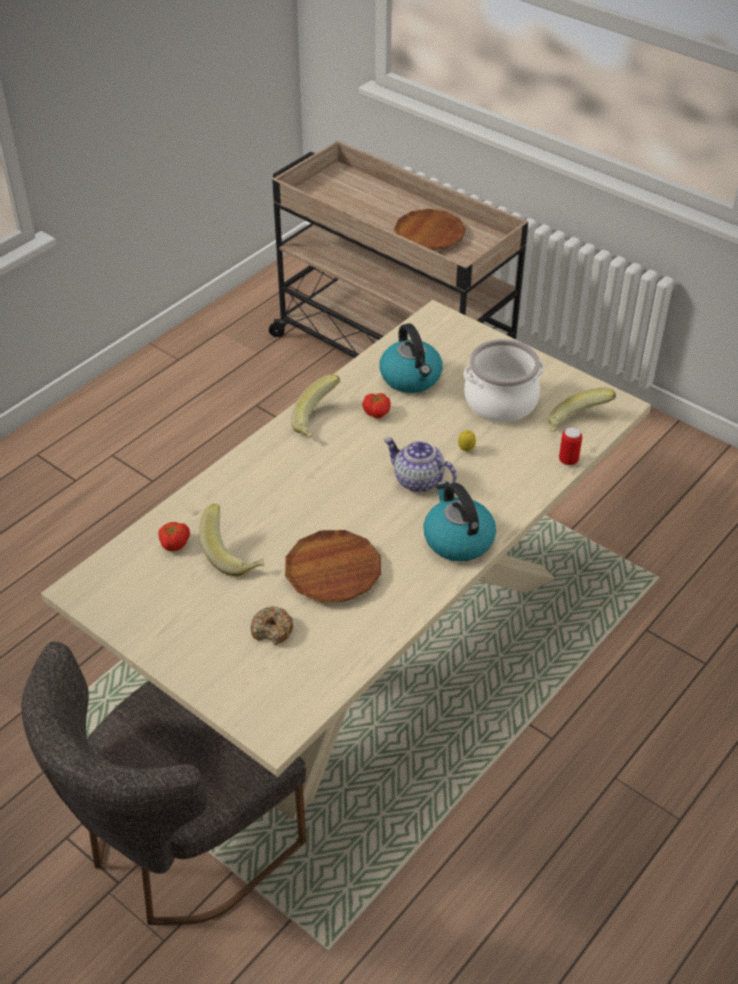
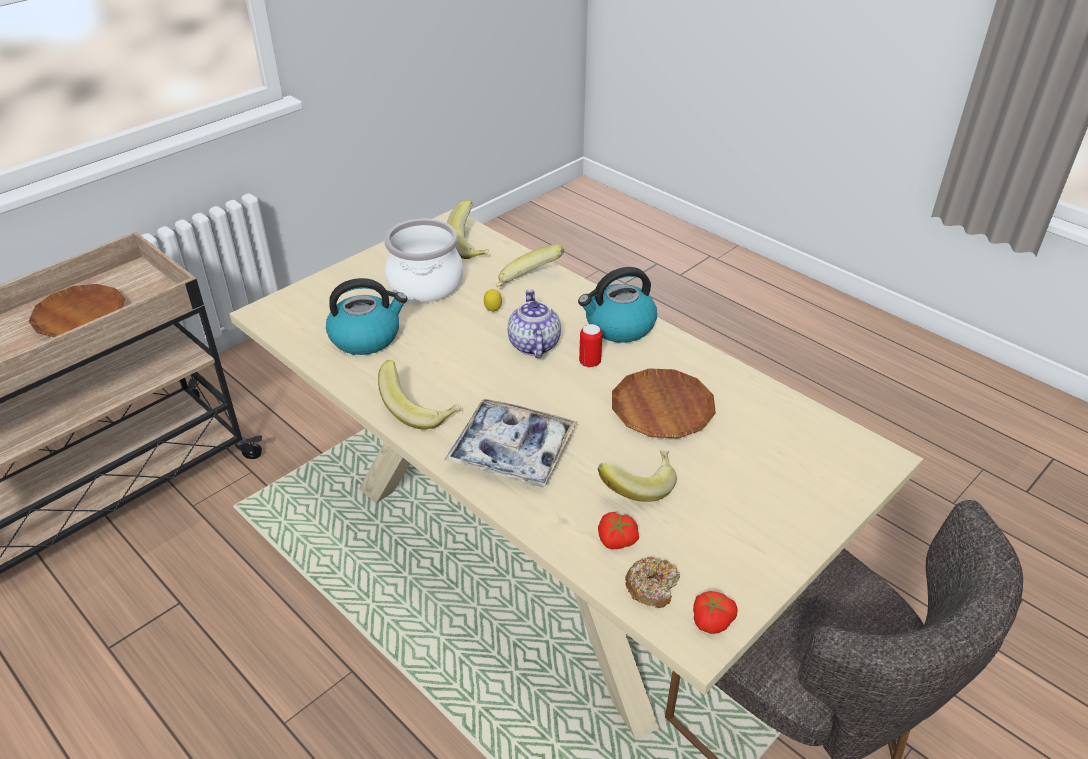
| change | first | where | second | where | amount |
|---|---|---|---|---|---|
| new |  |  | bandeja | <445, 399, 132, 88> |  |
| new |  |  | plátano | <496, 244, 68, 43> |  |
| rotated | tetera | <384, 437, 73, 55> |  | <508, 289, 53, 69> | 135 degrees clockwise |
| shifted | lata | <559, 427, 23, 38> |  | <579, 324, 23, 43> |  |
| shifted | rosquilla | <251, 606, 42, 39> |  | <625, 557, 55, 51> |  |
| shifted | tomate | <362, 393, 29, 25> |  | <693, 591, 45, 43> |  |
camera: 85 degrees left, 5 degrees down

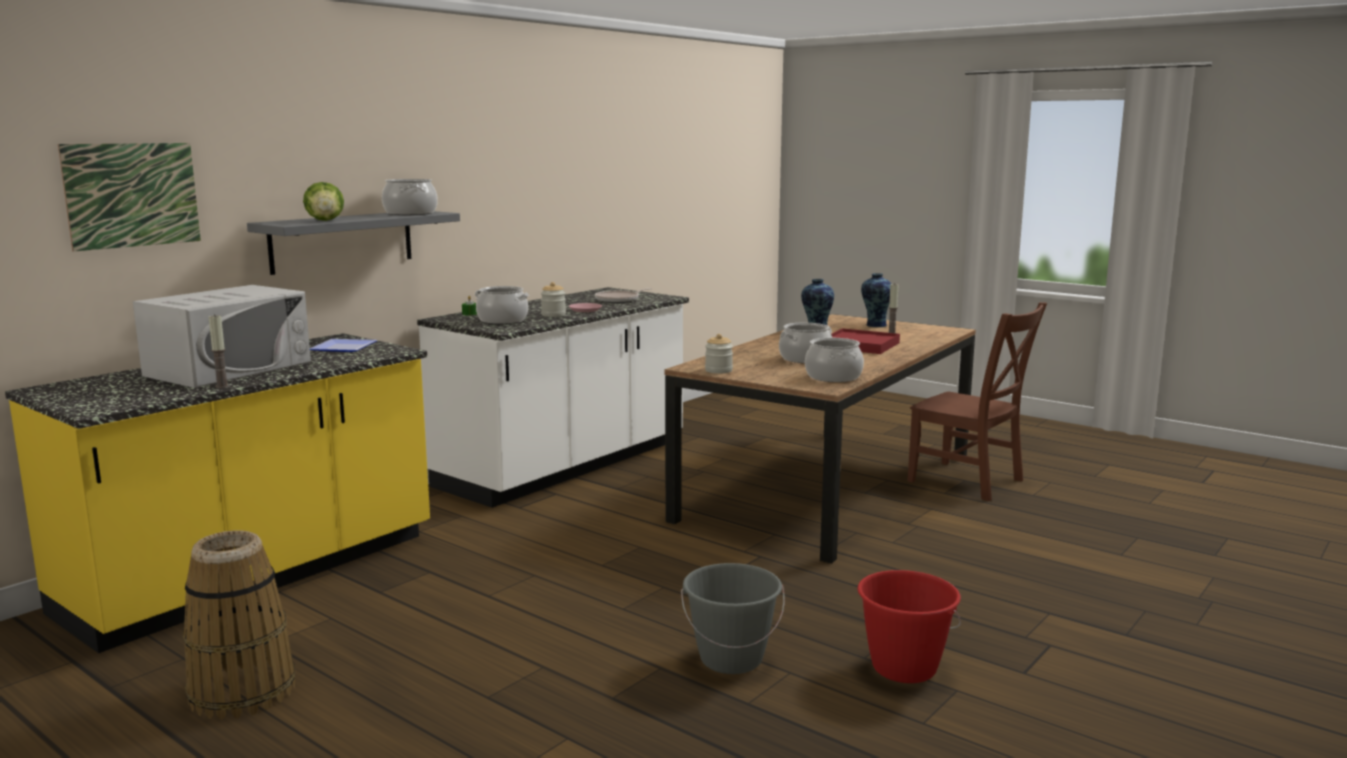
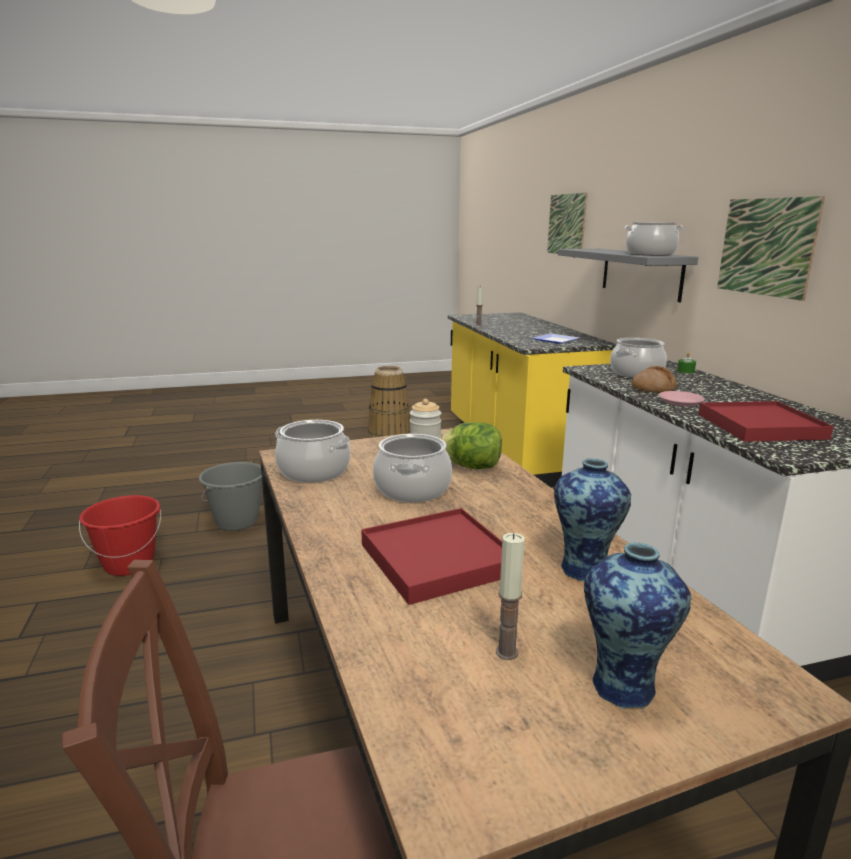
| change | first | where | second | where | amount |
|---|---|---|---|---|---|
| shifted | lechuga | <303, 182, 41, 39> |  | <440, 422, 62, 47> |  |
| swapped | tarro | <541, 282, 25, 35> | pan | <632, 366, 45, 27> |  |
| swapped | sartén | <595, 288, 57, 15> | bandeja (rojo) | <698, 401, 136, 41> |  |
| new |  |  | cuadro | <717, 196, 108, 105> |  |
| gone | microondas (blanco) | <133, 285, 178, 103> |  |  |  |
camera: 125 degrees right, 5 degrees up

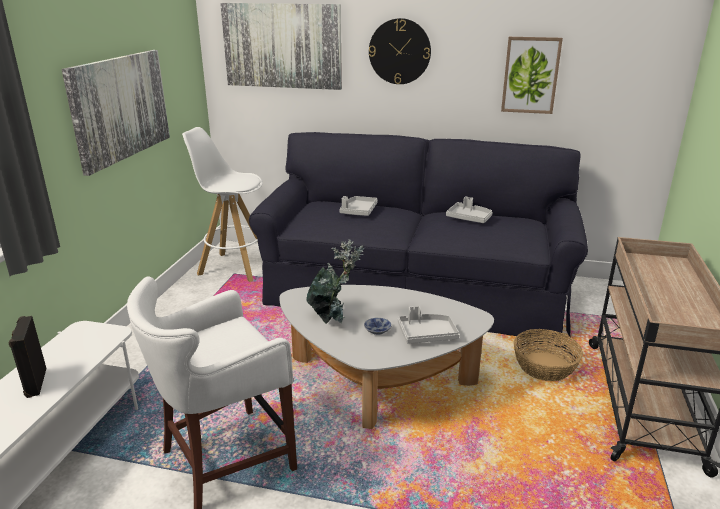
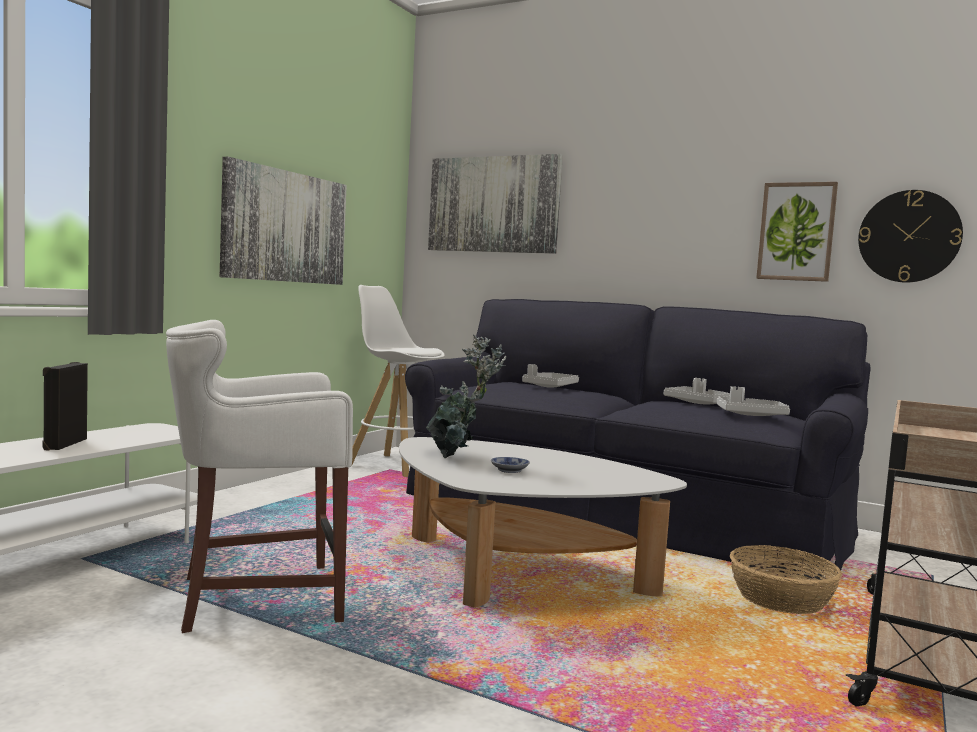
| change | first | where | second | where | amount |
|---|---|---|---|---|---|
| shifted | bandeja (gris) | <398, 306, 62, 37> |  | <717, 386, 73, 30> |  |
| shifted | reloj de pared | <369, 18, 62, 66> |  | <858, 190, 105, 92> |  |
camera: 15 degrees right, 20 degrees down

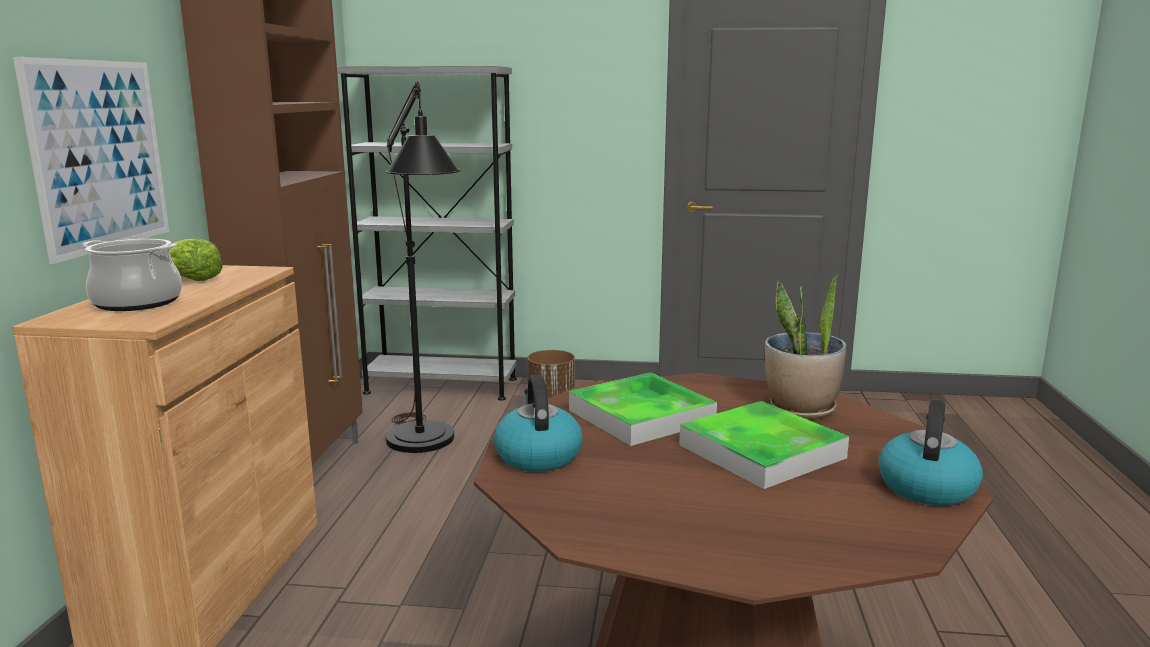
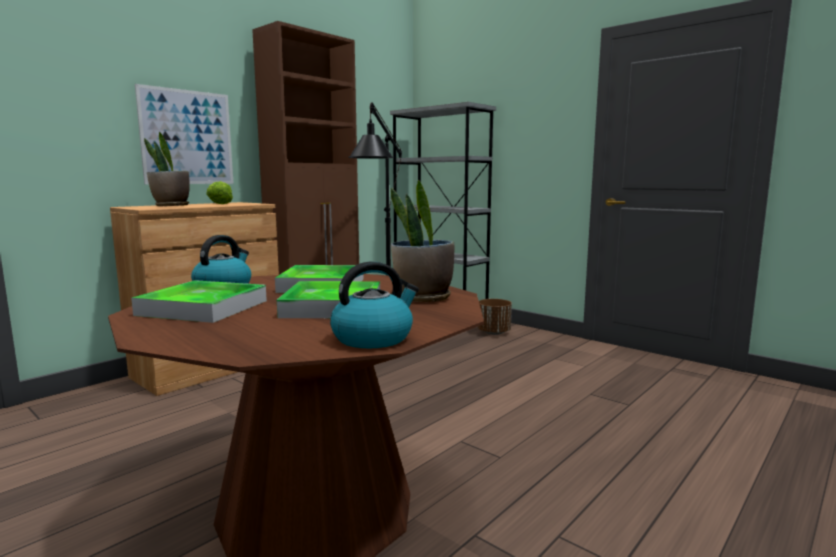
| change | first | where | second | where | amount |
|---|---|---|---|---|---|
| new |  |  | bandeja | <131, 280, 136, 43> |  |
| swapped | olla | <81, 239, 101, 72> | planta en maceta | <144, 132, 46, 74> |  |
camera: 35 degrees right, 5 degrees down

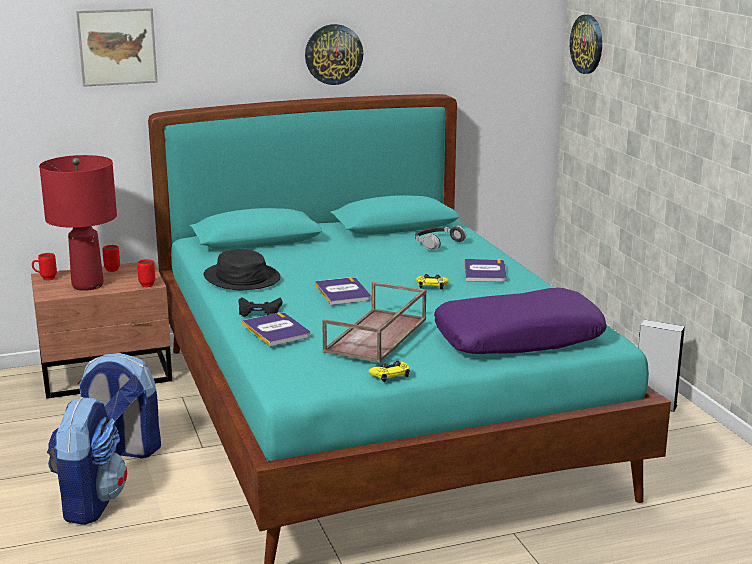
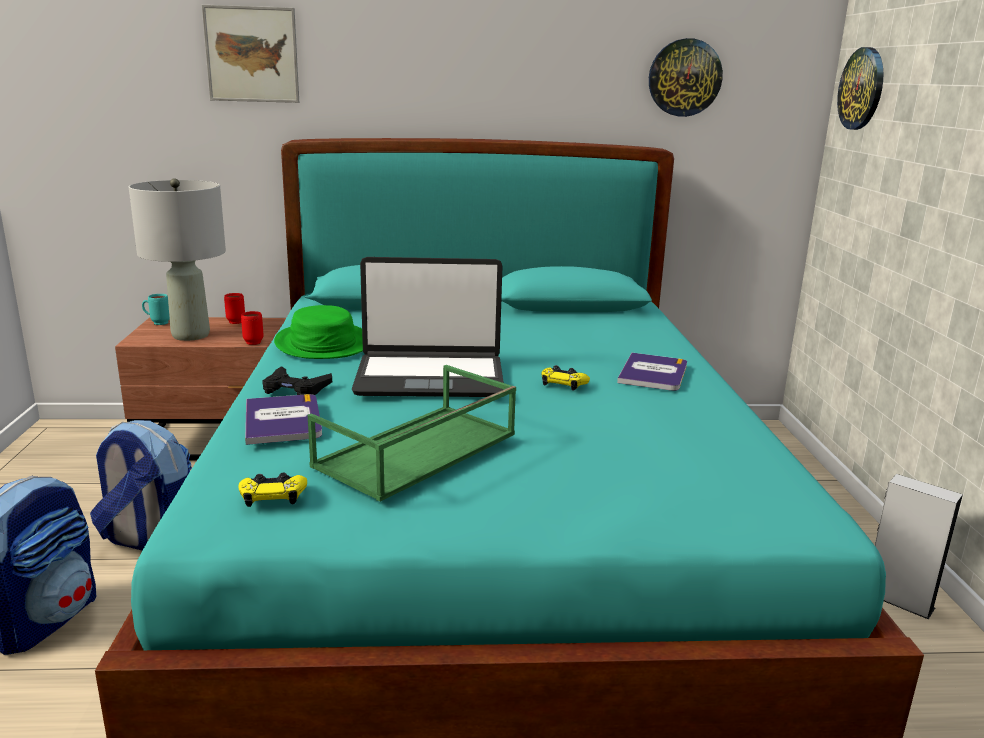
| change | first | where | second | where | amount |
|---|---|---|---|---|---|
| repainted | lámpara de mesa (rojo) | <39, 155, 78, 136> | lámpara de mesa (gris) | <129, 178, 97, 163> |  |
| repainted | taza grande (rojo) | <32, 253, 25, 27> | taza grande (turquesa) | <142, 294, 28, 31> |  |
| shifted | mando de consola (amarillo) | <369, 360, 41, 22> |  | <238, 473, 69, 34> |  |
| repainted | sombrero (negro) | <204, 249, 77, 41> | sombrero (verde) | <274, 305, 89, 54> |  |
| repainted | bandeja (marrón) | <322, 282, 105, 81> | bandeja (verde) | <308, 365, 208, 137> |  |
| swapped | libro | <315, 277, 56, 28> | portátil | <352, 257, 152, 140> |  |
| shifted | reloj de pared | <305, 24, 58, 61> |  | <649, 38, 74, 79> |  |
| gone | auriculares | <415, 226, 51, 24> |  |  |  |
| gone | cojín (morado) | <434, 288, 173, 66> |  |  |  |
camera: 15 degrees right, 0 degrees up

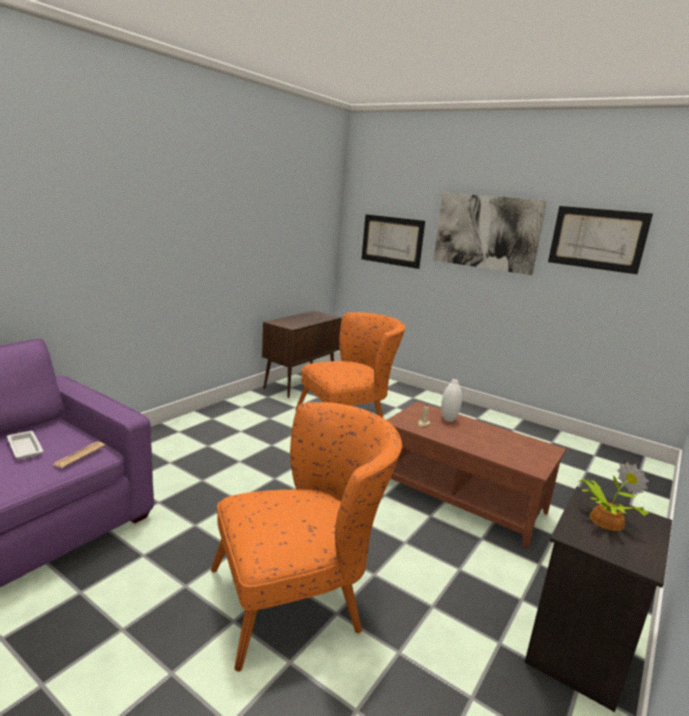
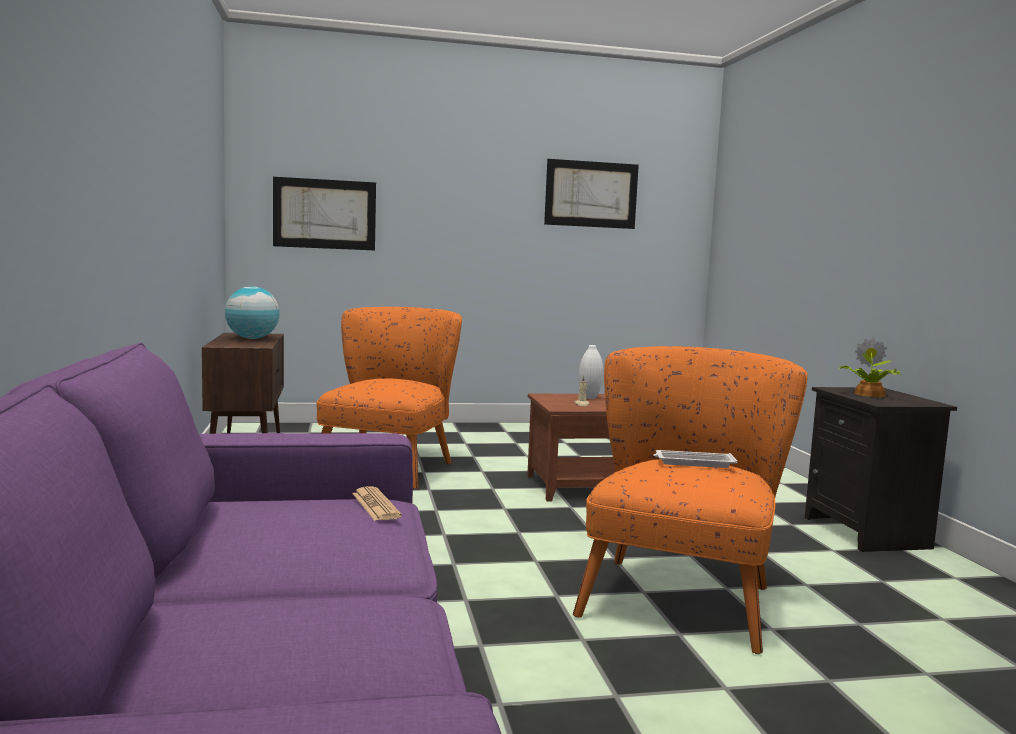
| change | first | where | second | where | amount |
|---|---|---|---|---|---|
| new |  |  | globo terráqueo | <225, 286, 55, 53> |  |
| shifted | bandeja (blanco) | <7, 431, 36, 28> |  | <653, 450, 85, 18> |  |
| gone | cuadro | <433, 192, 114, 83> |  |  |  |
camera: 45 degrees left, 10 degrees down

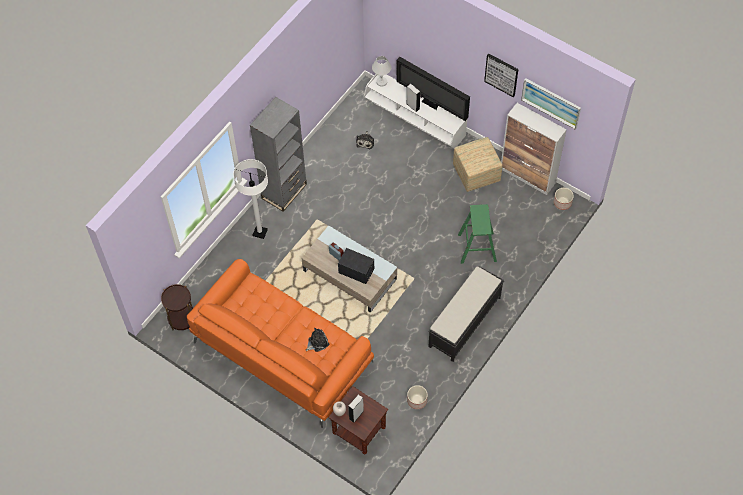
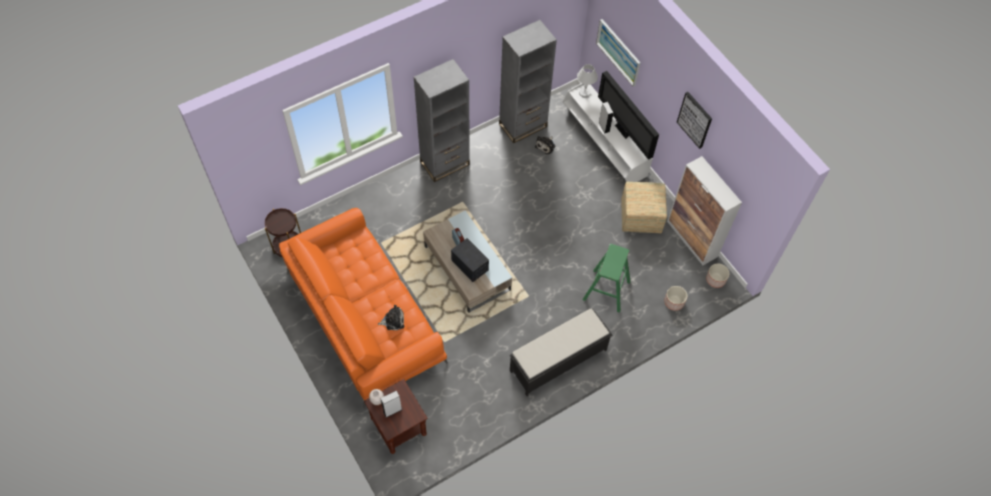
| change | first | where | second | where | amount |
|---|---|---|---|---|---|
| new |  |  | estantería (gris) | <499, 20, 58, 123> |  |
| shifted | cuadro | <521, 78, 60, 52> |  | <596, 19, 45, 67> |  |
| shifted | maceta | <407, 385, 21, 24> |  | <664, 286, 23, 25> |  |
| gone | lámpara de pie (blanco) | <233, 159, 35, 80> |  |  |  |
camera: 20 degrees right, 0 degrees up

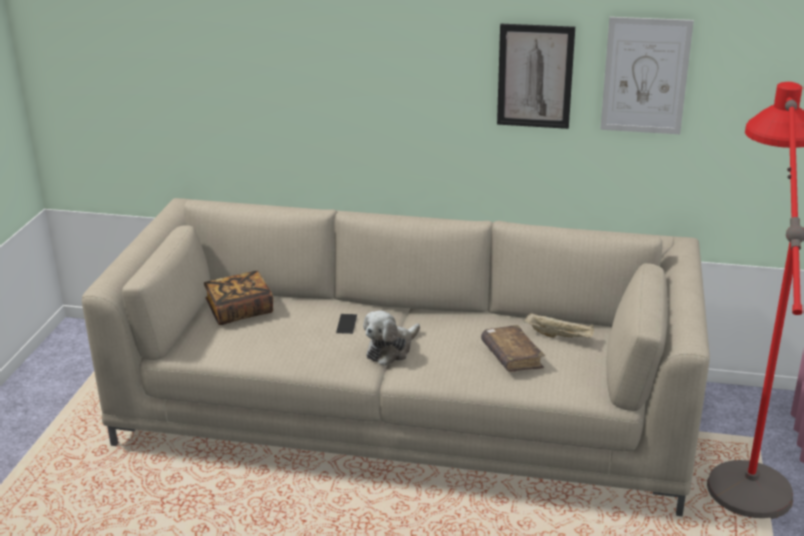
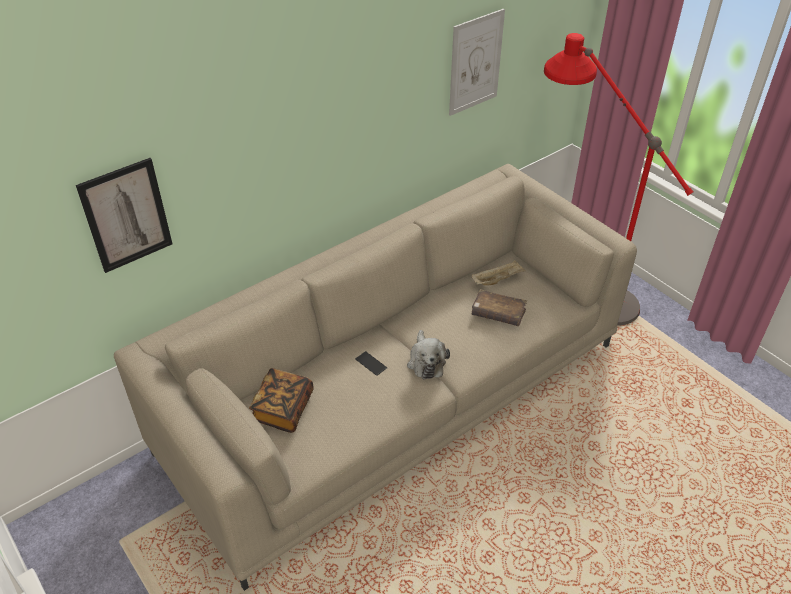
| change | first | where | second | where | amount |
|---|---|---|---|---|---|
| shifted | cuadro | <497, 24, 78, 105> |  | <76, 158, 97, 115> |  |
camera: 50 degrees left, 15 degrees up

